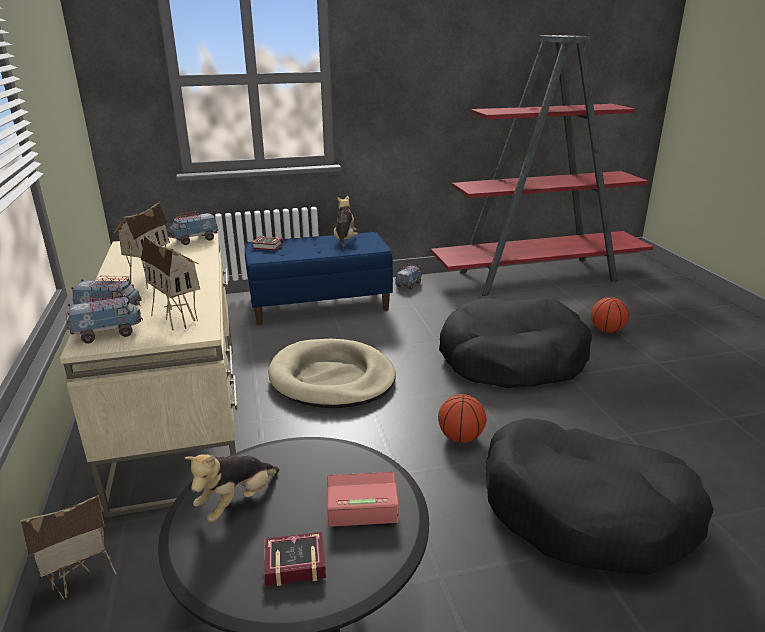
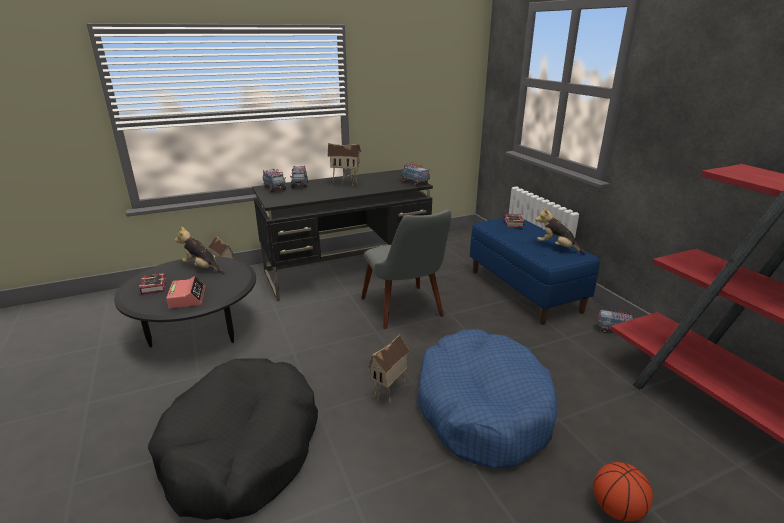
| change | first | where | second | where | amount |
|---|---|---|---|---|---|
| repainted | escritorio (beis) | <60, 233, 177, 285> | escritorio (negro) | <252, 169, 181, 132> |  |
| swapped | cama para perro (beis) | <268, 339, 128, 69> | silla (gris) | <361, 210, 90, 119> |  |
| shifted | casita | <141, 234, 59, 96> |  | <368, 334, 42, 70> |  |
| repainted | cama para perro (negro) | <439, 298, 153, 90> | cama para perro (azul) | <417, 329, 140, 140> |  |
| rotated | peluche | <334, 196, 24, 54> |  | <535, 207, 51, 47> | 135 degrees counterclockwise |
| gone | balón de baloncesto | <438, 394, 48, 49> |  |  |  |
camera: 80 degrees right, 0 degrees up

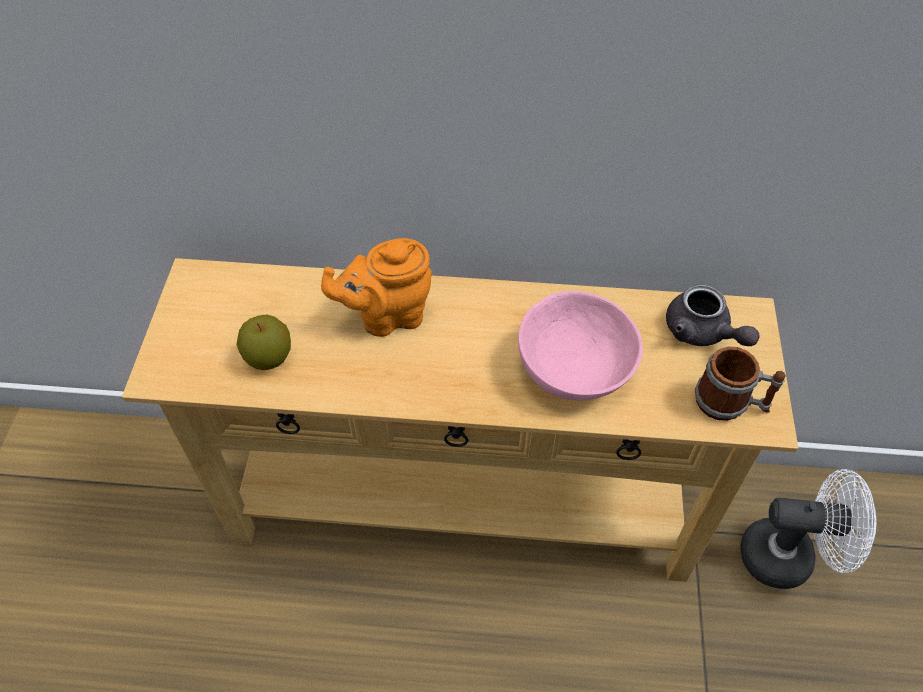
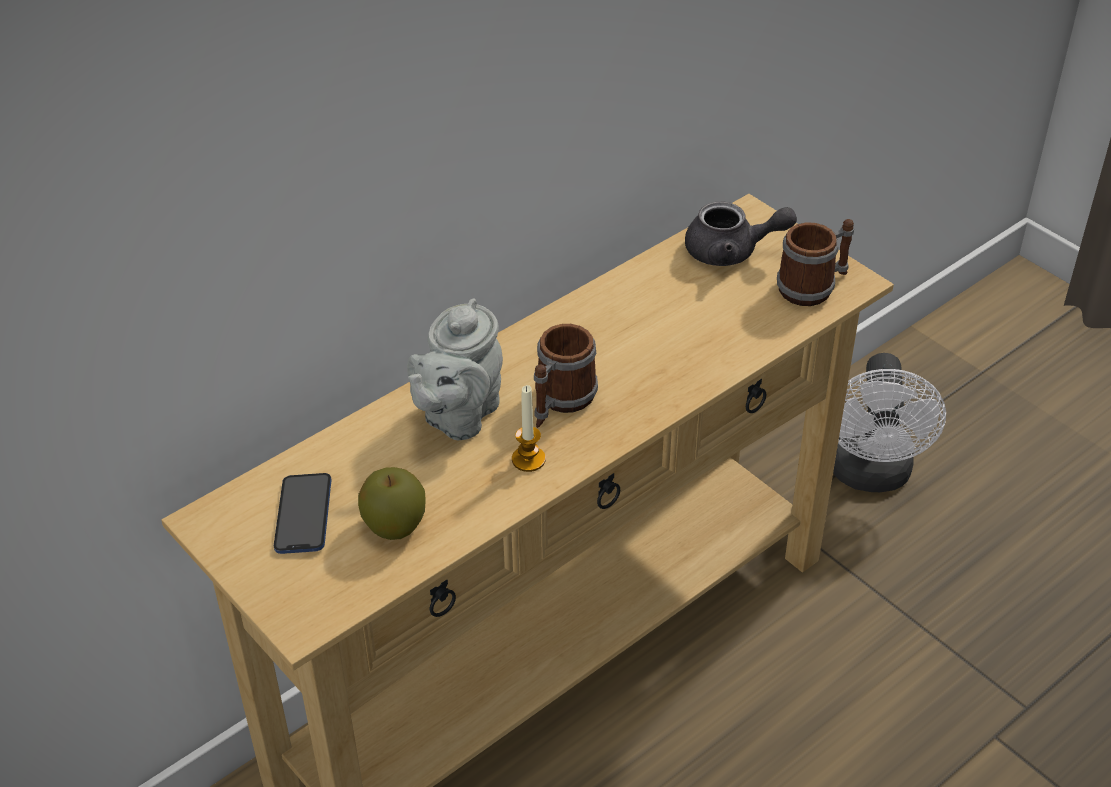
| change | first | where | second | where | amount |
|---|---|---|---|---|---|
| new |  |  | móvil | <274, 473, 58, 81> |  |
| repainted | tetera (naranja) | <321, 238, 111, 99> | tetera (gris) | <407, 298, 96, 142> |  |
| new |  |  | vela | <512, 385, 34, 87> |  |
| new |  |  | taza grande | <534, 324, 64, 104> |  |
| rotated | ventilador (blanco) | <740, 469, 137, 120> |  | <833, 353, 113, 139> | 135 degrees clockwise |
| gone | cuenco (rosa) | <518, 291, 125, 109> |  |  |  |
camera: 45 degrees left, 10 degrees down

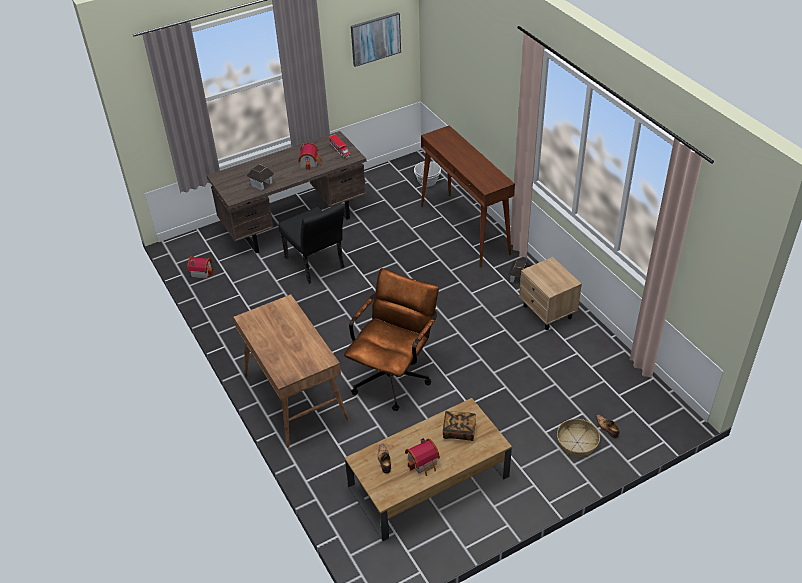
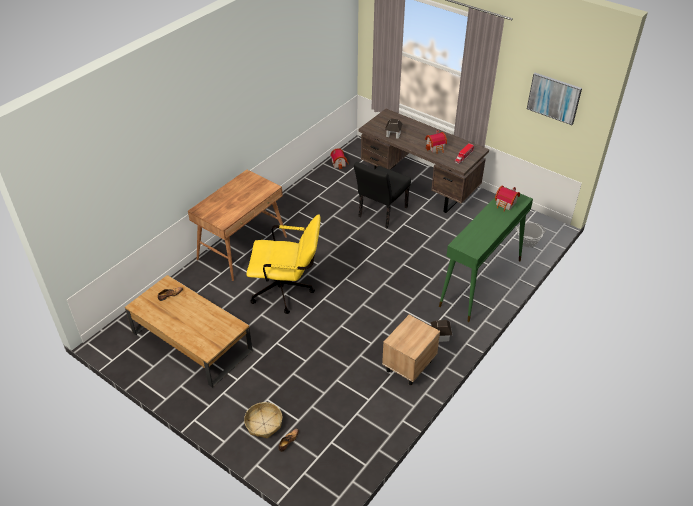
| change | first | where | second | where | amount |
|---|---|---|---|---|---|
| repainted | silla de oficina (marrón) | <344, 268, 95, 143> | silla de oficina (amarillo) | <246, 214, 75, 100> |  |
| repainted | mesa consola (marrón) | <421, 125, 94, 143> | mesa consola (verde) | <439, 187, 94, 135> |  |
| shifted | casita | <405, 438, 35, 38> |  | <495, 186, 25, 25> |  |
| gone | libro | <443, 411, 33, 30> |  |  |  |
camera: 65 degrees right, 0 degrees up

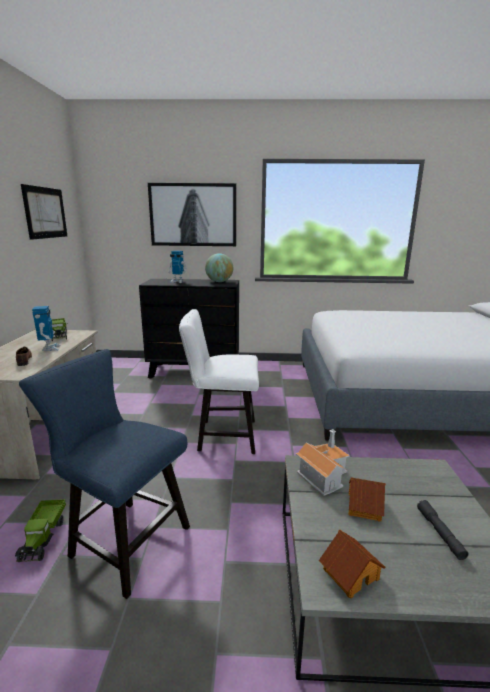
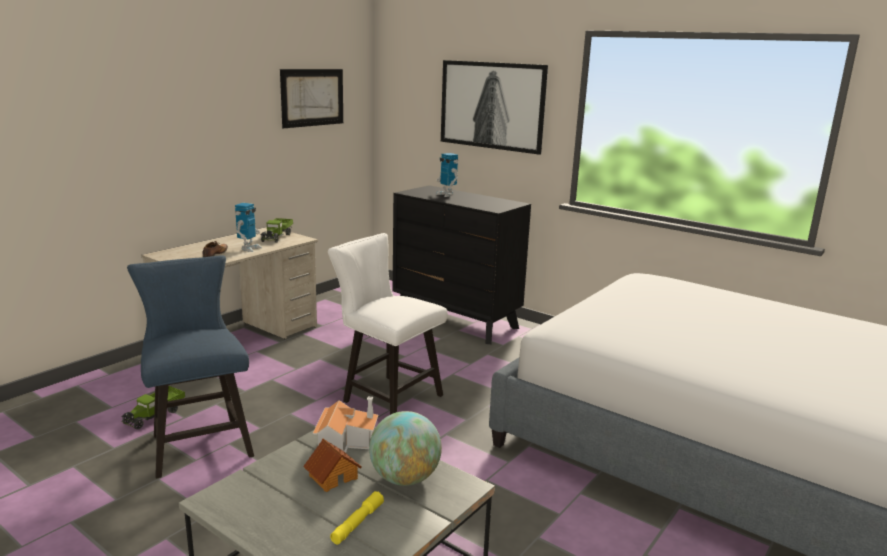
| change | first | where | second | where | amount |
|---|---|---|---|---|---|
| repainted | linterna (gris) | <417, 500, 51, 60> | linterna (amarillo) | <330, 491, 54, 53> |  |
| shifted | globo terráqueo | <205, 253, 28, 29> |  | <369, 411, 73, 75> |  |
| gone | casita | <319, 529, 66, 70> |  |  |  |
camera: 35 degrees right, 0 degrees up

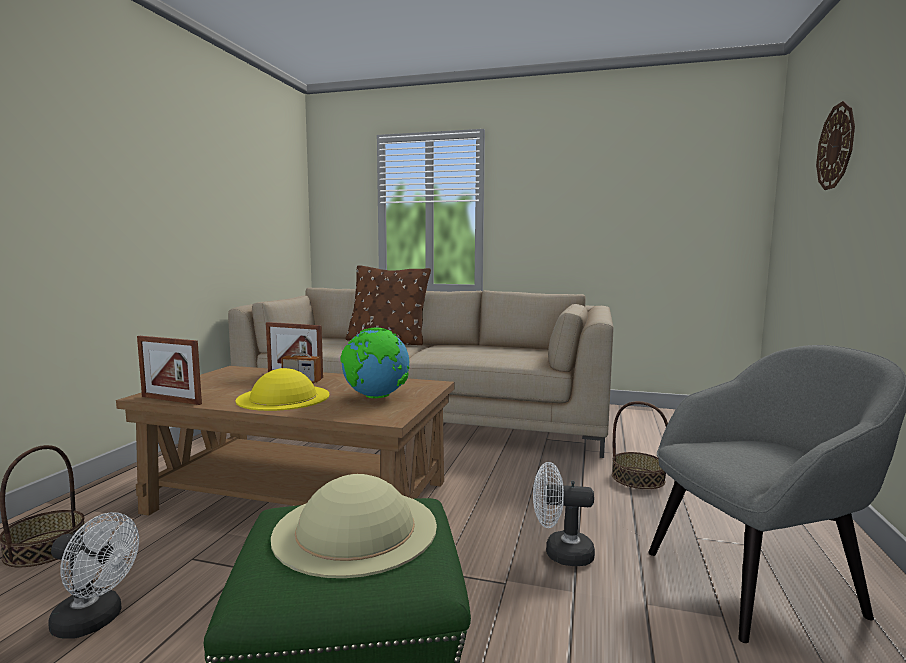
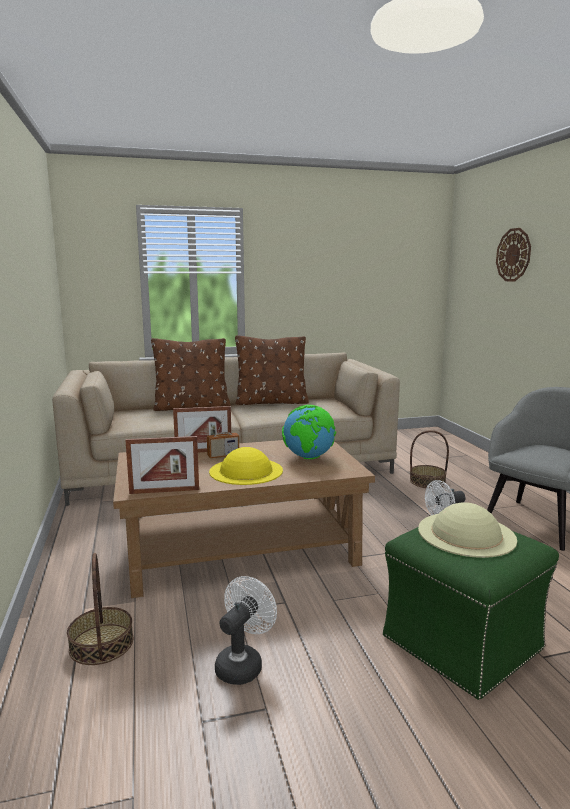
| change | first | where | second | where | amount |
|---|---|---|---|---|---|
| rotated | ventilador (blanco) | <48, 512, 91, 127> |  | <215, 576, 62, 109> | 45 degrees counterclockwise |
| new |  |  | cojín (marrón) | <235, 335, 74, 70> |  |
camera: 30 degrees left, 5 degrees up

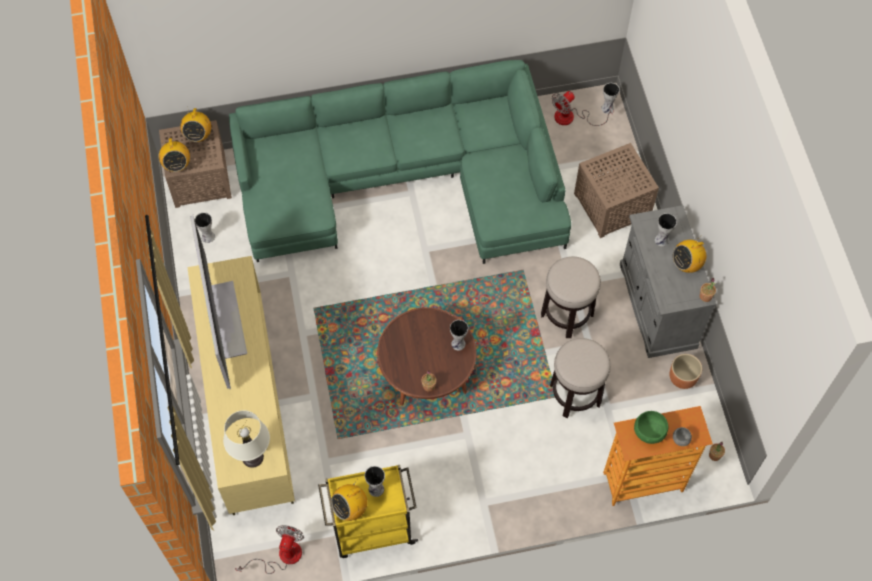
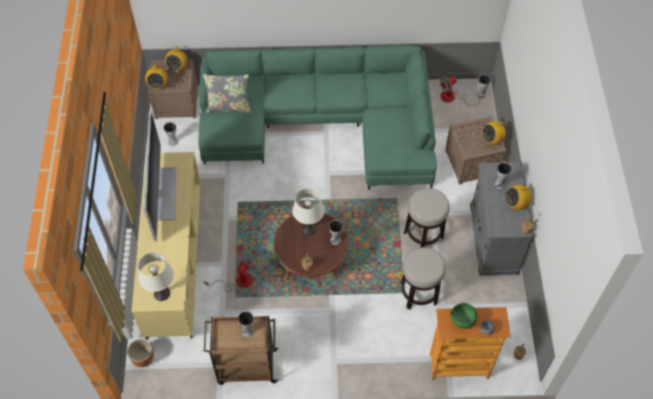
| change | first | where | second | where | amount |
|---|---|---|---|---|---|
| shifted | maceta (marrón) | <670, 354, 32, 35> |  | <127, 339, 27, 28> |  |
| new |  |  | cojín (gris) | <203, 74, 48, 39> |  |
| shifted | ventilador | <235, 525, 69, 49> |  | <204, 256, 52, 36> |  |
| repainted | carrito (amarillo) | <318, 465, 100, 93> | carrito (marrón) | <204, 316, 75, 69> |  |
| new |  |  | lámpara de mesa (blanco) | <292, 188, 32, 47> |  |
| shifted | radio | <331, 480, 36, 41> |  | <482, 121, 24, 24> |  |
camera: 10 degrees right, 5 degrees down

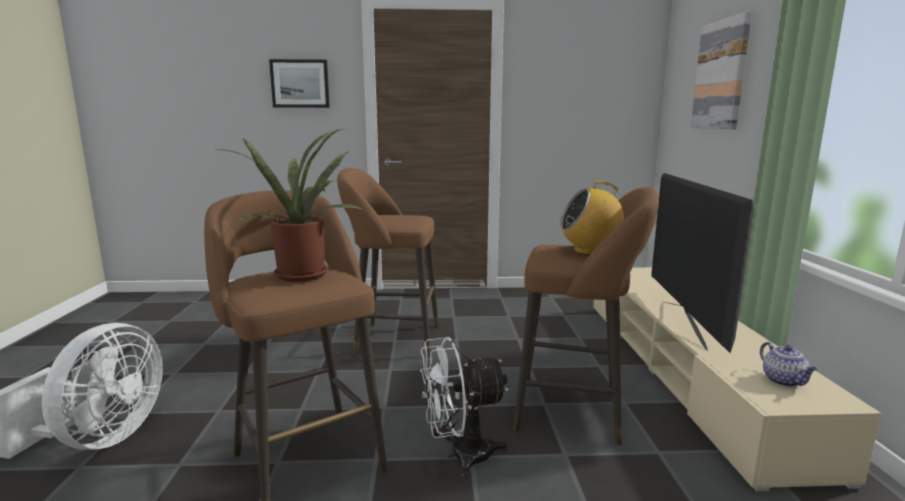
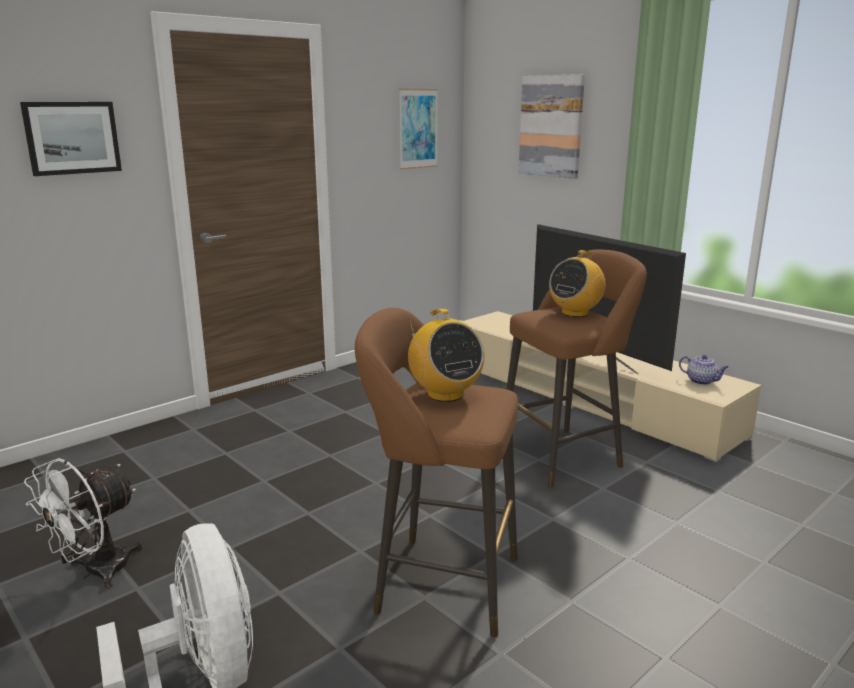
| change | first | where | second | where | amount |
|---|---|---|---|---|---|
| shifted | ventilador (blanco) | <420, 337, 89, 141> |  | <24, 458, 118, 131> |  |
| new |  |  | cuadro | <399, 89, 39, 80> |  |
| swapped | planta en maceta | <217, 128, 147, 154> | radio | <408, 309, 76, 93> |  |
| gone | taburete (marrón) | <337, 168, 102, 189> |  |  |  |
camera: 40 degrees left, 5 degrees up

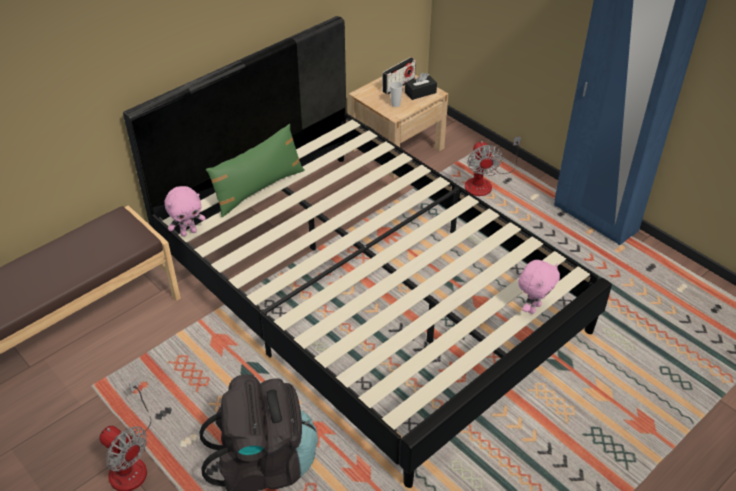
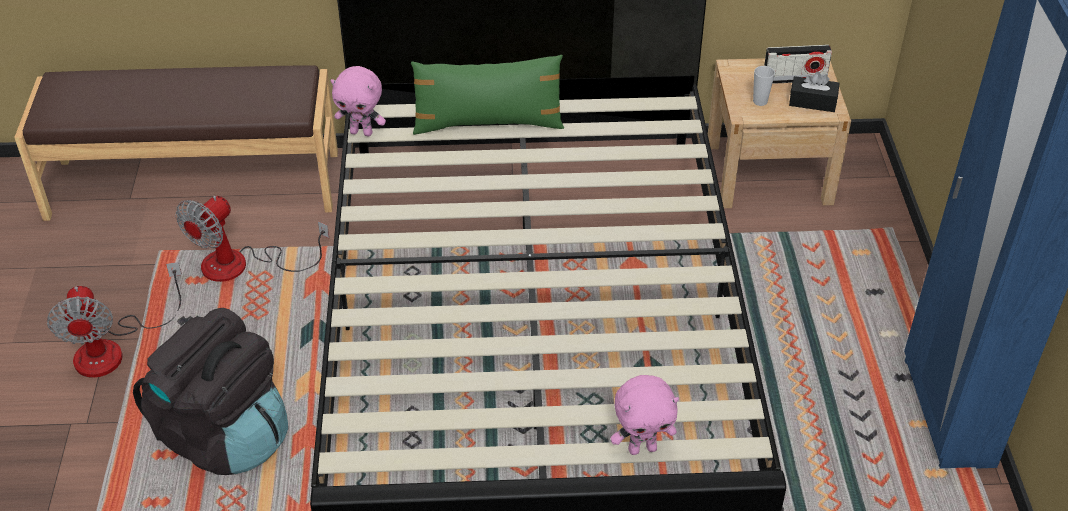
| change | first | where | second | where | amount |
|---|---|---|---|---|---|
| shifted | ventilador | <465, 136, 56, 60> |  | <175, 196, 154, 86> |  |
camera: 40 degrees right, 0 degrees up

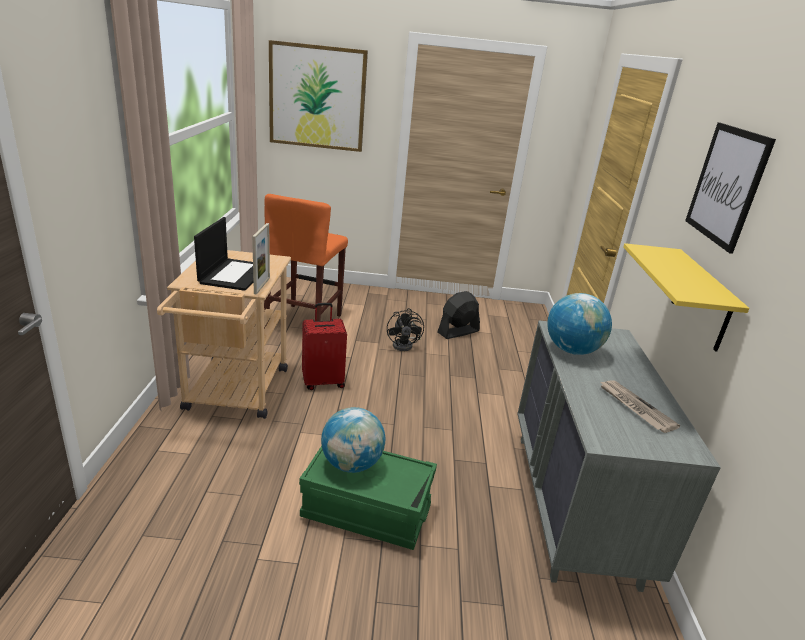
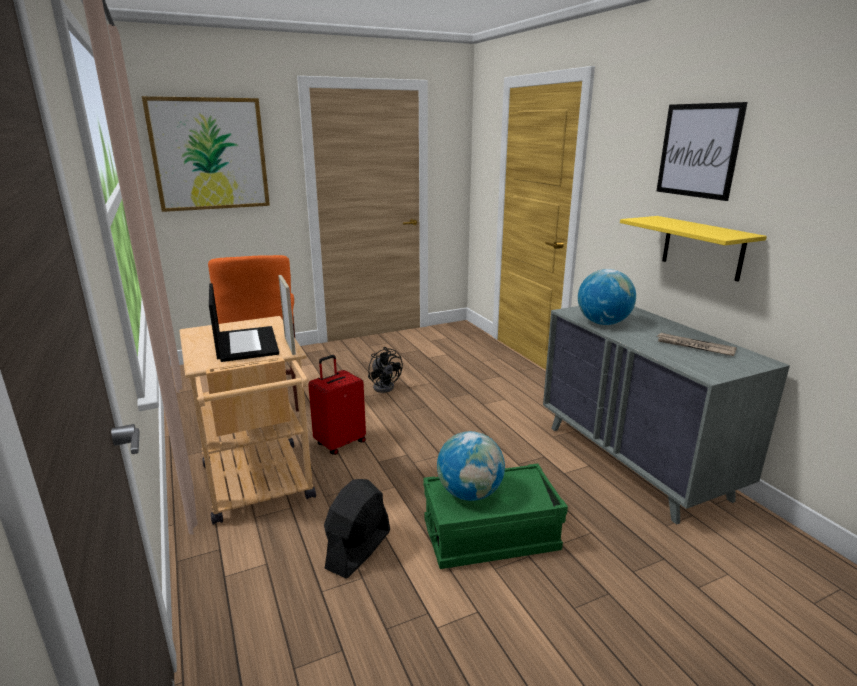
| change | first | where | second | where | amount |
|---|---|---|---|---|---|
| shifted | ventilador (negro) | <437, 291, 43, 48> |  | <324, 479, 66, 99> |  |
camera: 25 degrees left, 5 degrees down

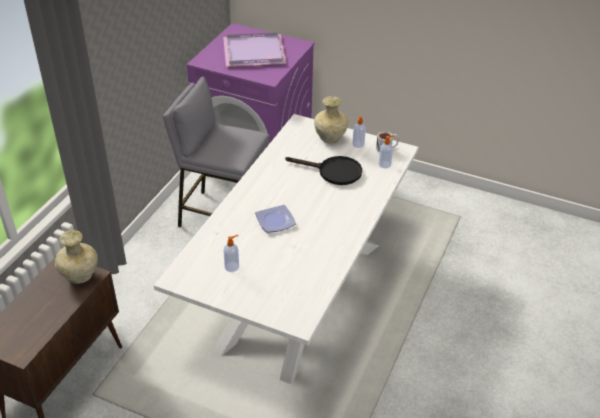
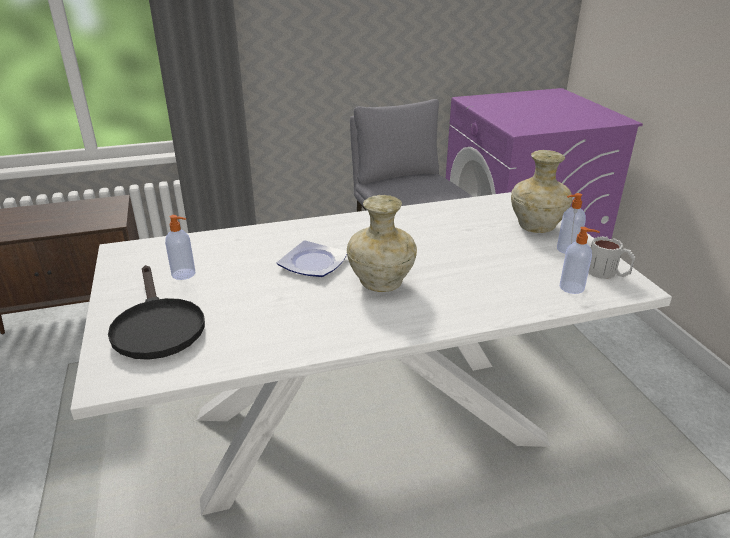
| change | first | where | second | where | amount |
|---|---|---|---|---|---|
| shifted | sartén (negro) | <285, 156, 77, 29> |  | <108, 265, 97, 95> |  |
| shifted | florero (beis) | <55, 230, 43, 54> |  | <347, 195, 70, 97> |  |
| gone | bandeja (morado) | <223, 33, 64, 34> |  |  |  |
camera: 50 degrees right, 10 degrees down

